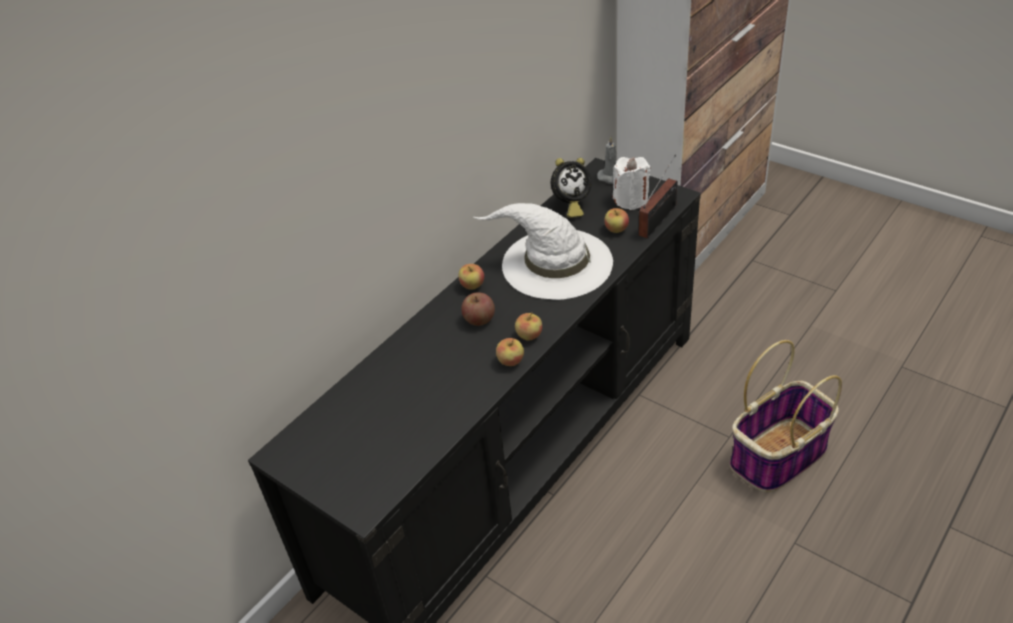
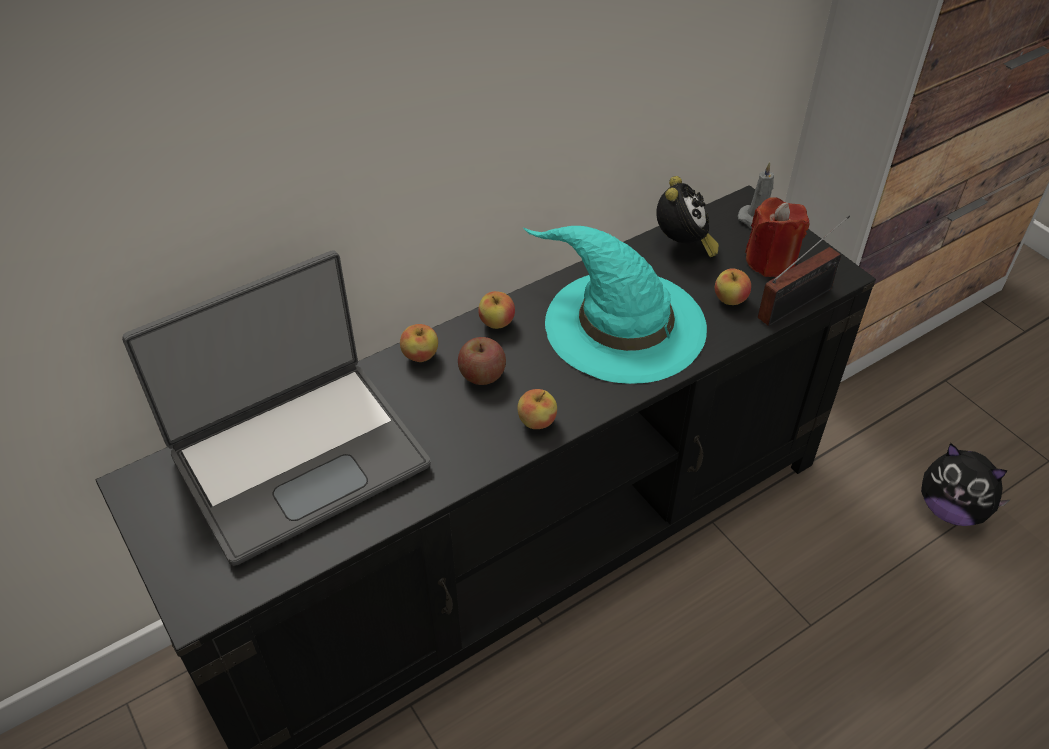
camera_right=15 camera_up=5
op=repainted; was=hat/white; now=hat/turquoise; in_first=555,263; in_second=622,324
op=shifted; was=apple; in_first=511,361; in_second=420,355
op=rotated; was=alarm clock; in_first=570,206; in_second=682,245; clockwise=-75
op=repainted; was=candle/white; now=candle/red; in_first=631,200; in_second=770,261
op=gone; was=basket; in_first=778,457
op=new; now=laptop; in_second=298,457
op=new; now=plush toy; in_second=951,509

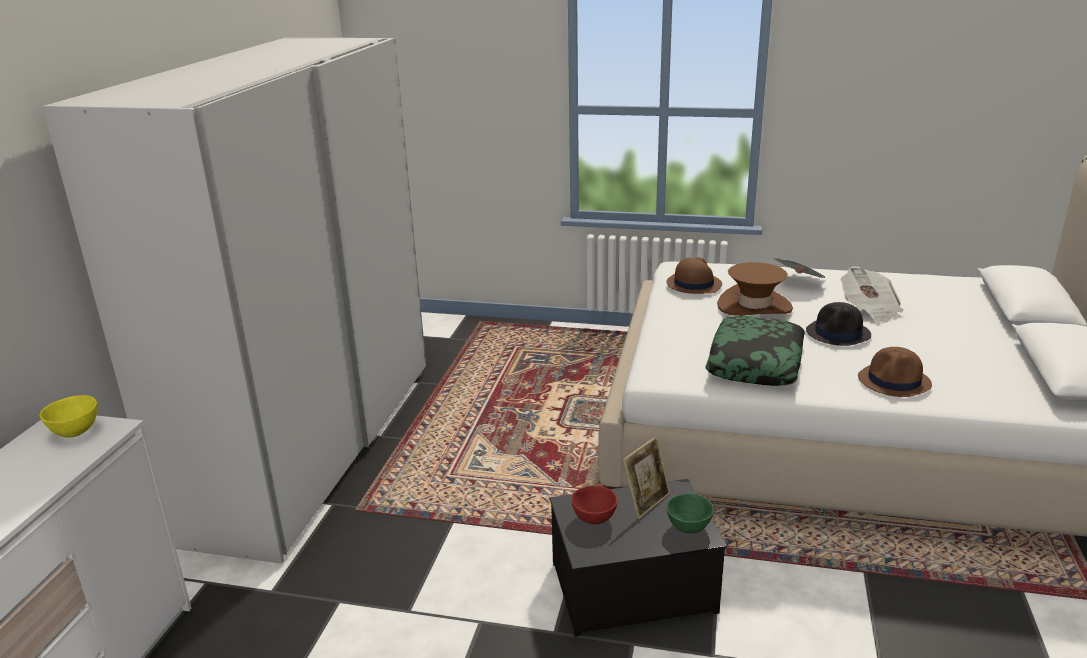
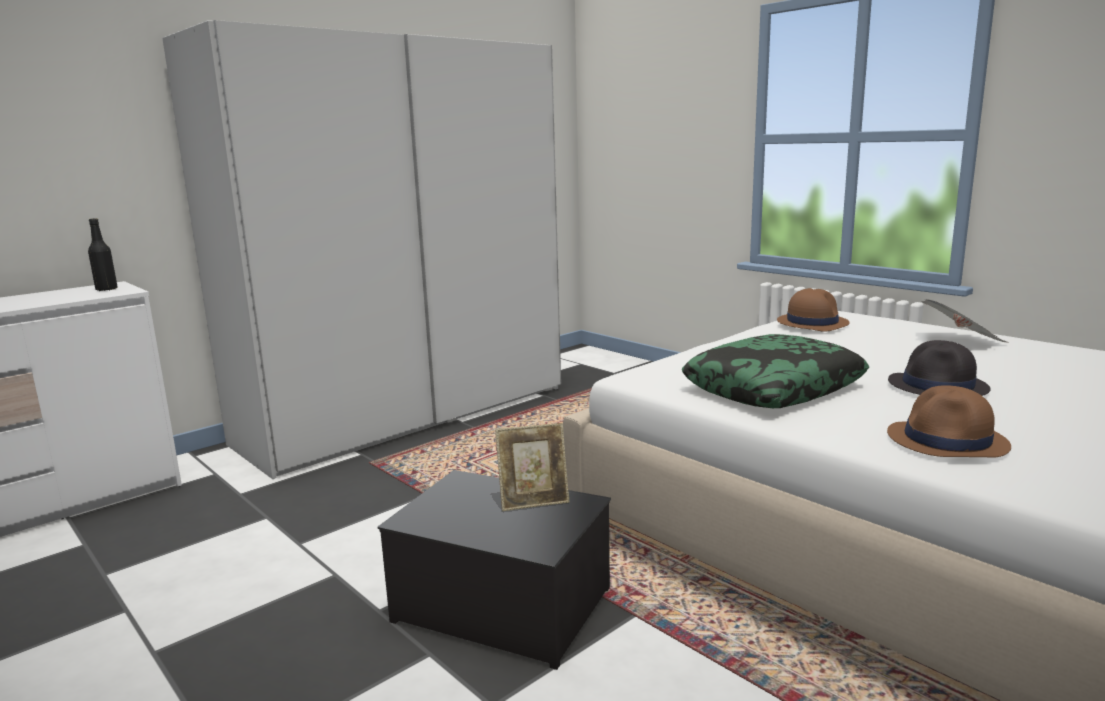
camera_right=35 camera_up=-10
op=swapped; was=bowl/yellow; now=bottle/black; in_first=76,431; in_second=106,289
op=gone; was=bowl/red; in_first=594,519
op=gone; was=bowl/green; in_first=688,527
op=gone; was=hat/brown; in_first=754,306
op=gone; was=newspaper; in_first=869,310

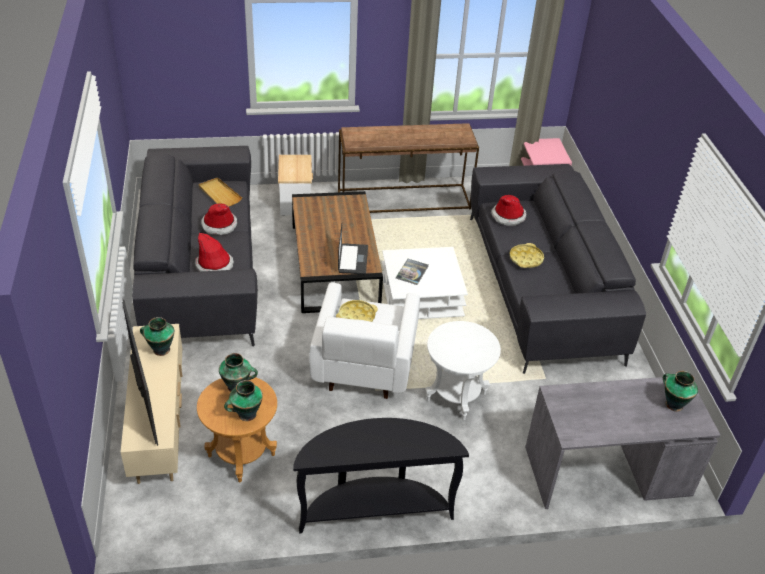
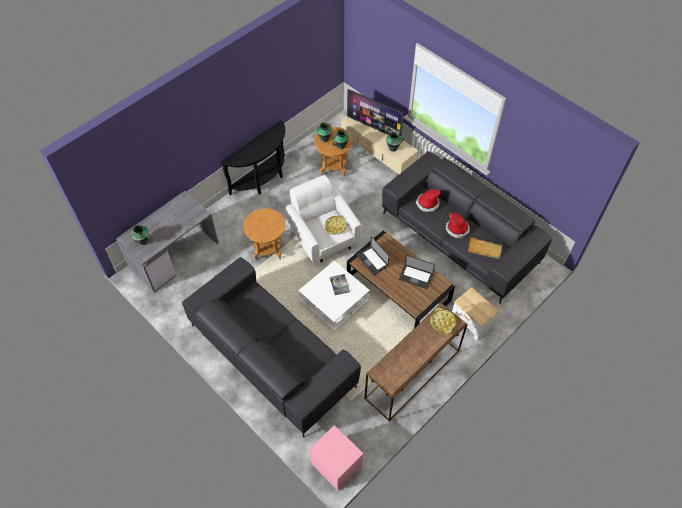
camera_right=145 camera_up=15
op=repainted; was=side table/white; now=side table/brown; in_first=456,396; in_second=268,249
op=gone; was=hat; in_first=508,216
op=shifted; was=tray/yellow; in_first=526,259; in_second=442,322
op=new; now=laptop; in_second=415,277

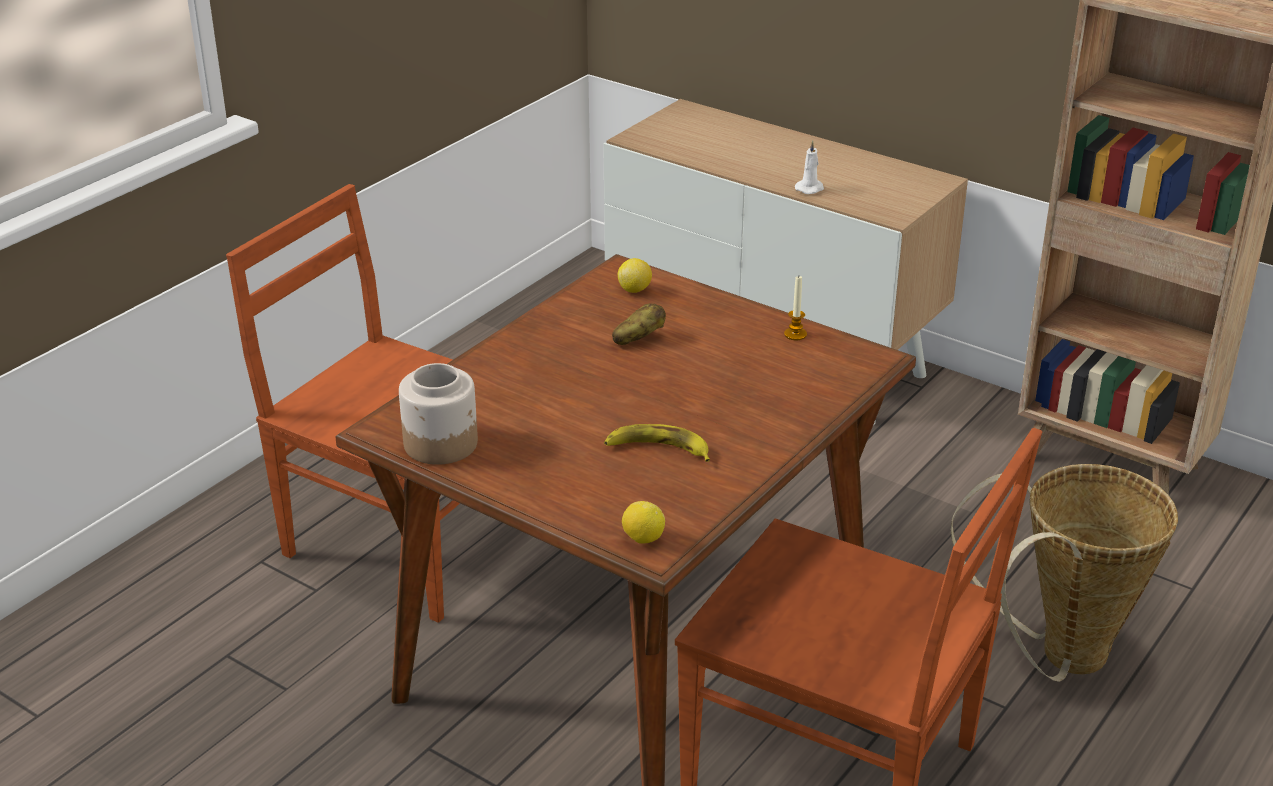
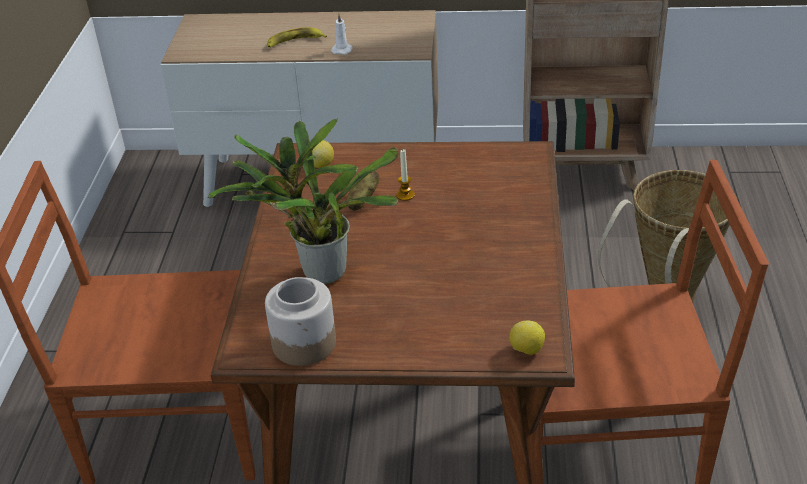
camera_right=-30 camera_up=5
op=shifted; was=banana; in_first=657,449; in_second=294,42
op=shifted; was=candle; in_first=795,334; in_second=405,195
op=new; now=potted plant; in_second=318,271

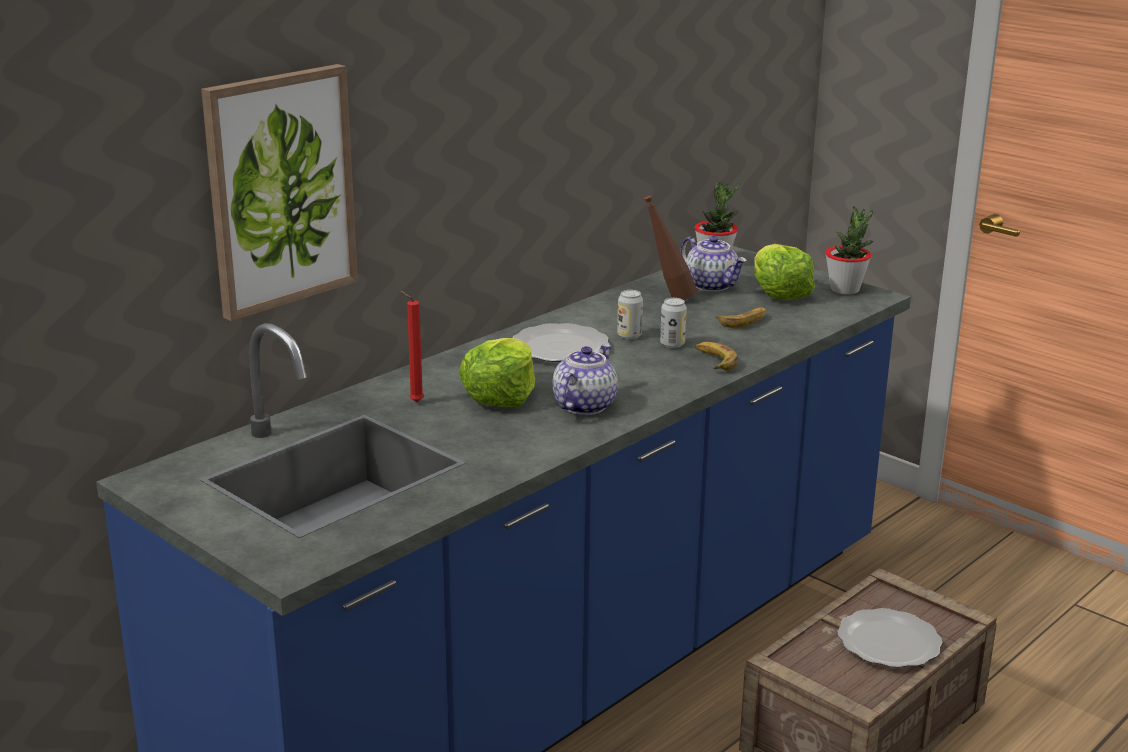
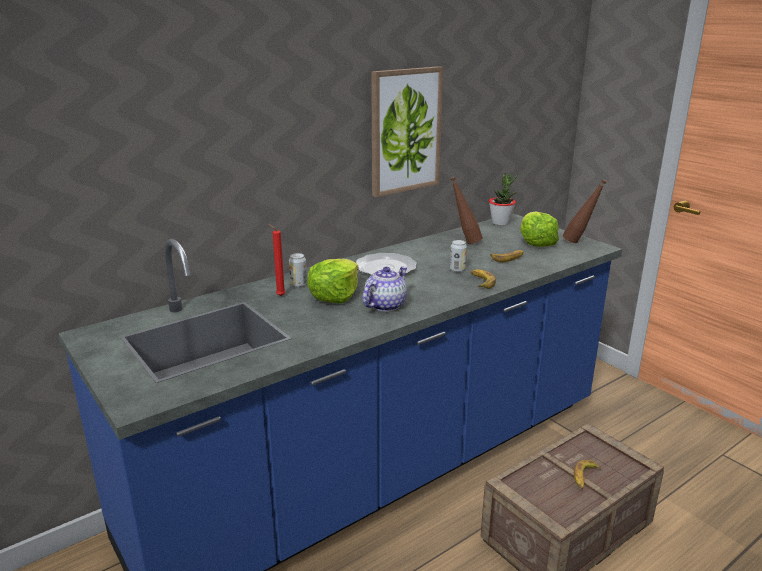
camera_right=10 camera_up=0
op=shifted; was=picture; in_first=280,190; in_second=405,131
op=shifted; was=can; in_first=629,336; in_second=298,284
op=gone; was=teapot; in_first=712,285
op=swapped; was=potted plant; now=bottle/brown; in_first=845,290; in_second=579,242
op=swapped; was=plate; now=banana; in_first=887,642; in_second=584,477

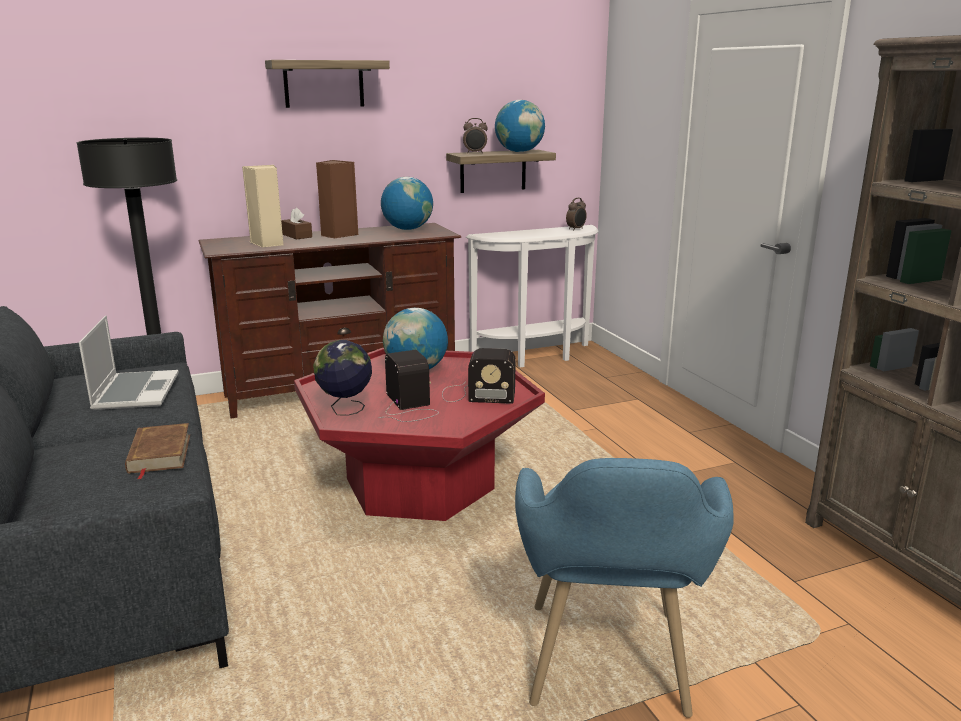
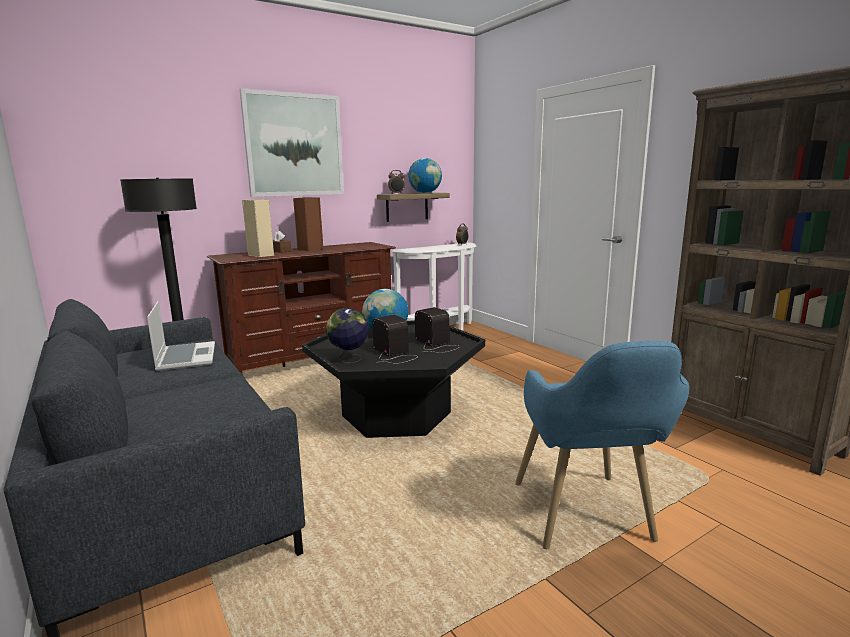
camera_right=-10 camera_up=-5
op=gone; was=book/brown; in_first=159,454
op=swapped; was=shelf; now=picture; in_first=324,84; in_second=294,145
op=repainted; was=coffee table/red; now=coffee table/black; in_first=419,485; in_second=396,415
op=gone; was=globe; in_first=407,229
op=rotated; was=radio; in_first=475,395; in_second=436,344; clockwise=-120

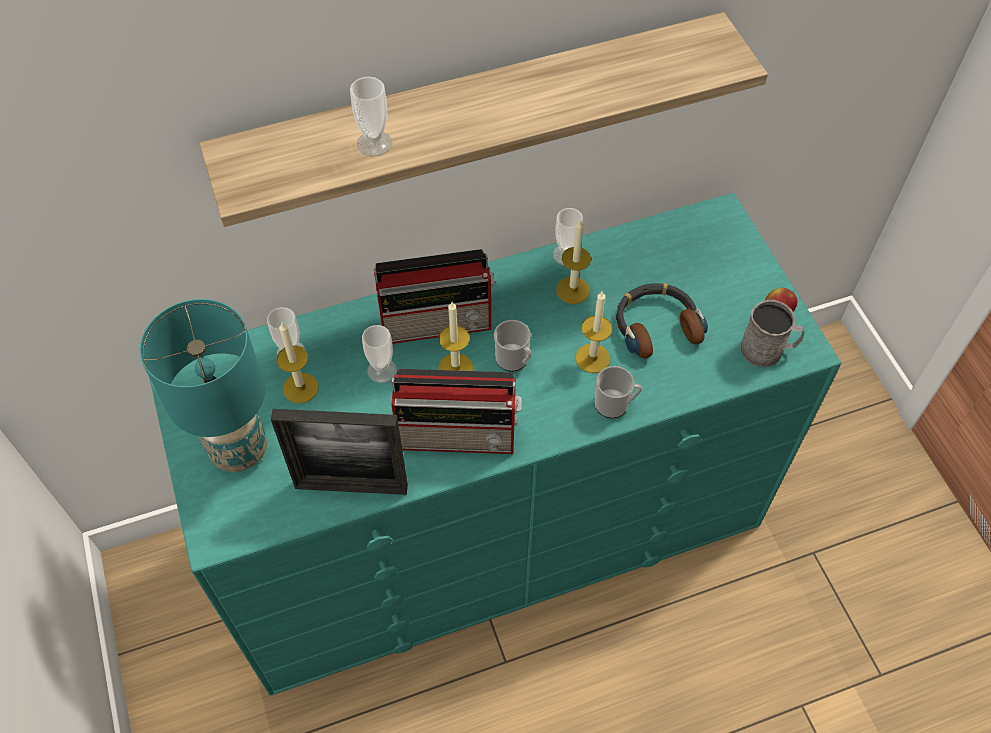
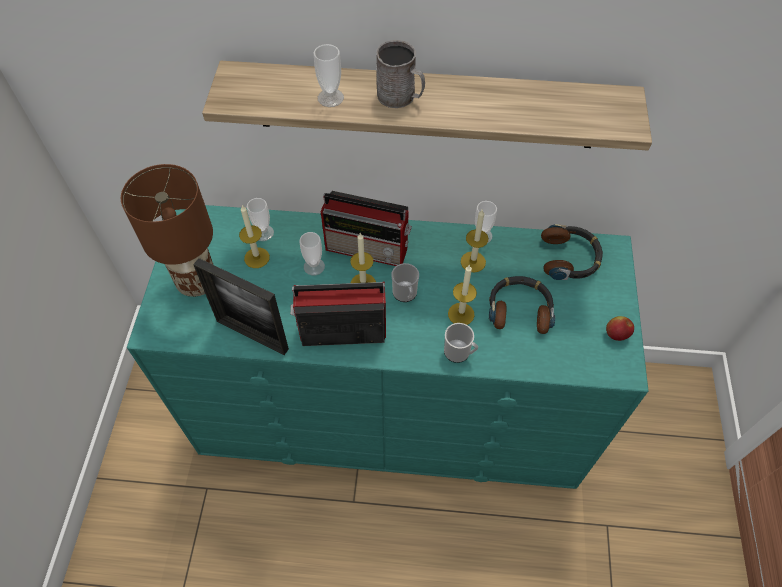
camera_right=25 camera_up=0
op=repainted; was=table lamp/turquoise; now=table lamp/brown; in_first=240,449; in_second=198,282
op=rotated; was=radio; in_first=460,435; in_second=341,330; clockwise=150
op=shifted; was=mug/grey; in_first=767,350; in_second=401,97
op=new; now=headphones; in_second=570,258

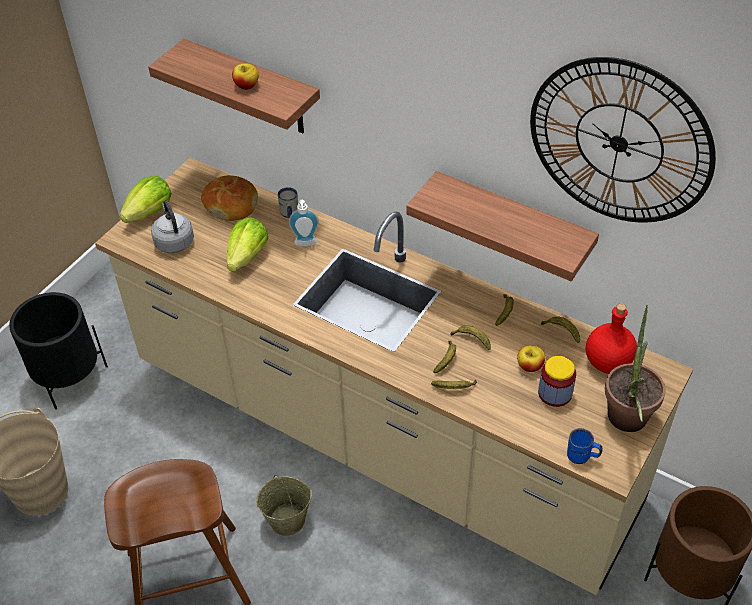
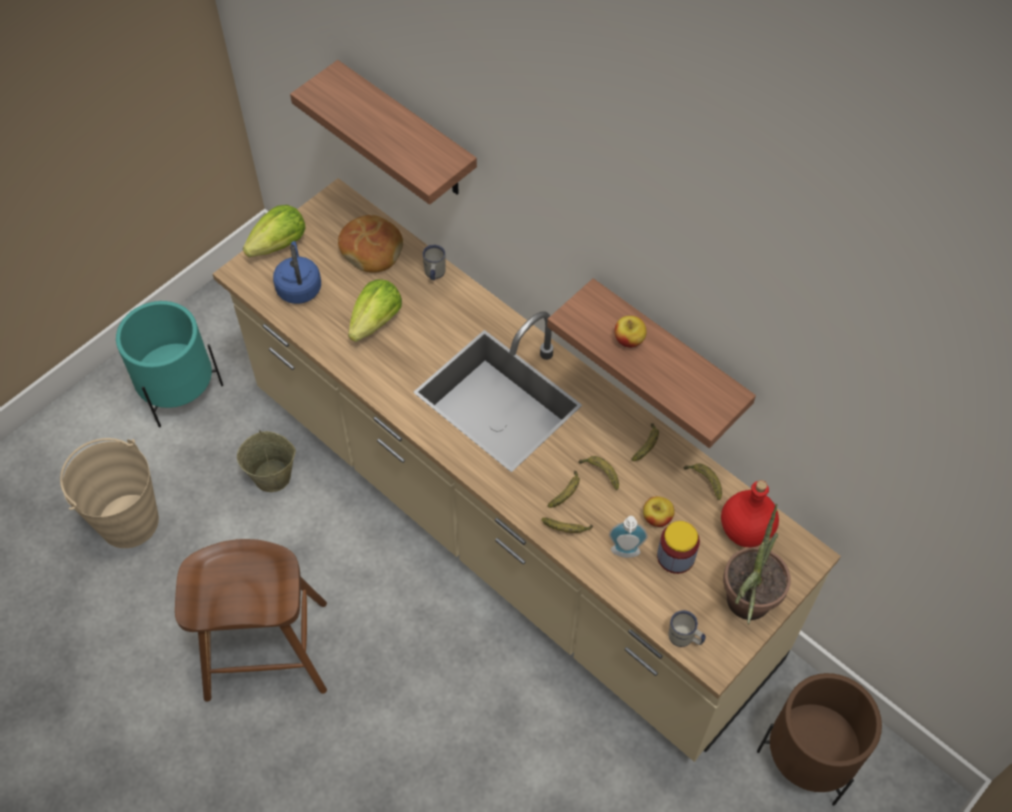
camera_right=10 camera_up=10
op=repainted; was=planter/black; now=planter/turquoise; in_first=69,378; in_second=179,392
op=repainted; was=kettle/grey; now=kettle/blue; in_first=174,241; in_second=299,287
op=shifted; was=apple; in_first=246,85; in_second=629,340
op=shifted; was=bucket/beige; in_first=288,520; in_second=273,476
op=shifted; was=soap dispenser; in_first=305,244; in_second=625,554
op=gone; was=wall clock; in_first=619,143
op=repainted; was=mug/blue; now=mug/white; in_first=582,457; in_second=684,638

